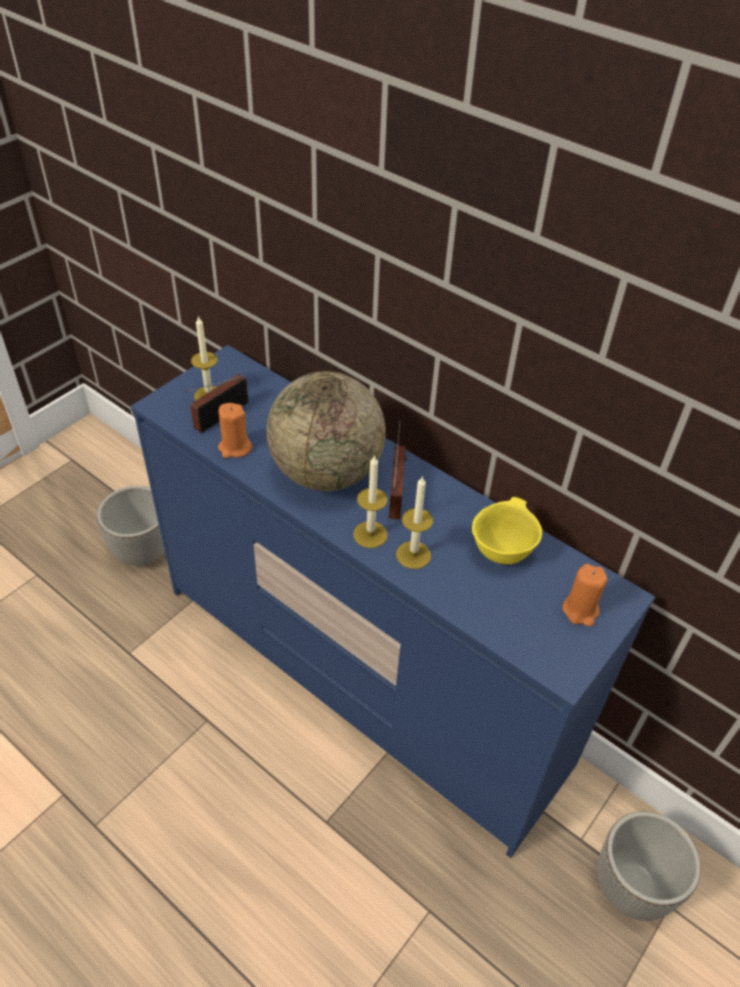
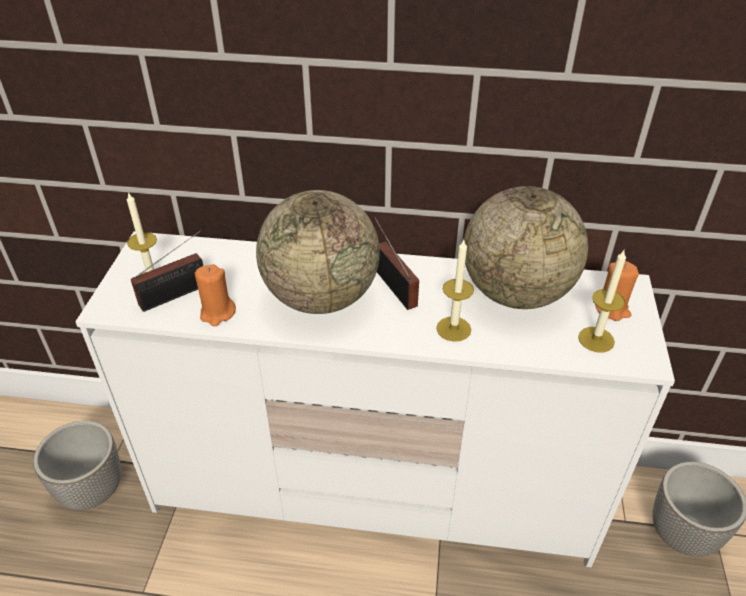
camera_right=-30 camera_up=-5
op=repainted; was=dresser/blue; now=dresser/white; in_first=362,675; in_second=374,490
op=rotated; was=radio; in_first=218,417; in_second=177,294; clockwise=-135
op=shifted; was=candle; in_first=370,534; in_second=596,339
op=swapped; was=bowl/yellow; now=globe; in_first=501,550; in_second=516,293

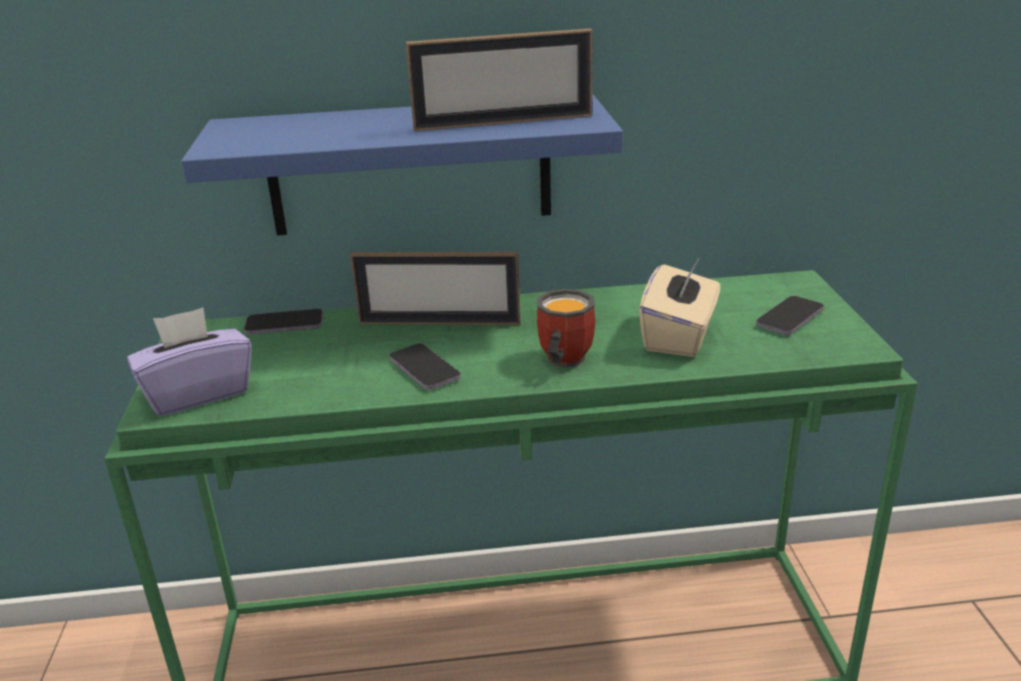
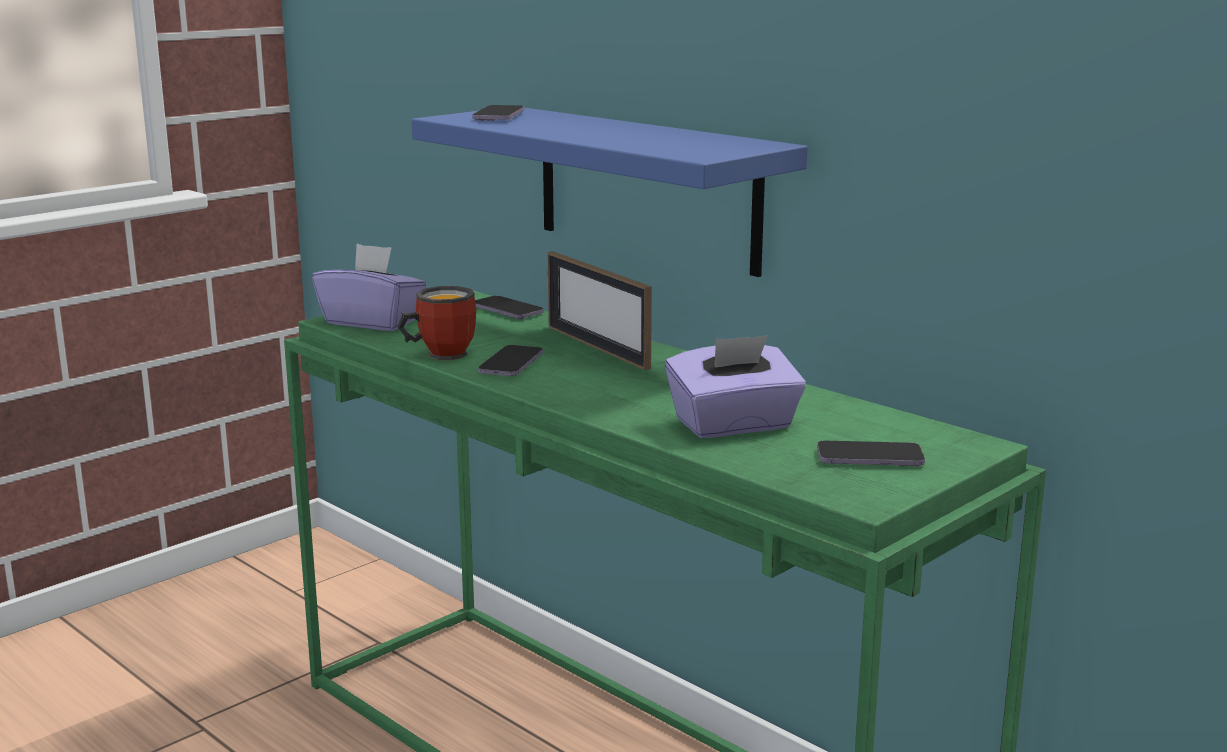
camera_right=50 camera_up=-10
op=gone; was=picture frame; in_first=503,122
op=shifted; was=mug; in_first=561,361; in_second=439,354
op=repainted; was=tissue box/beige; now=tissue box/purple; in_first=679,336; in_second=734,425
op=new; now=phone; in_second=499,116

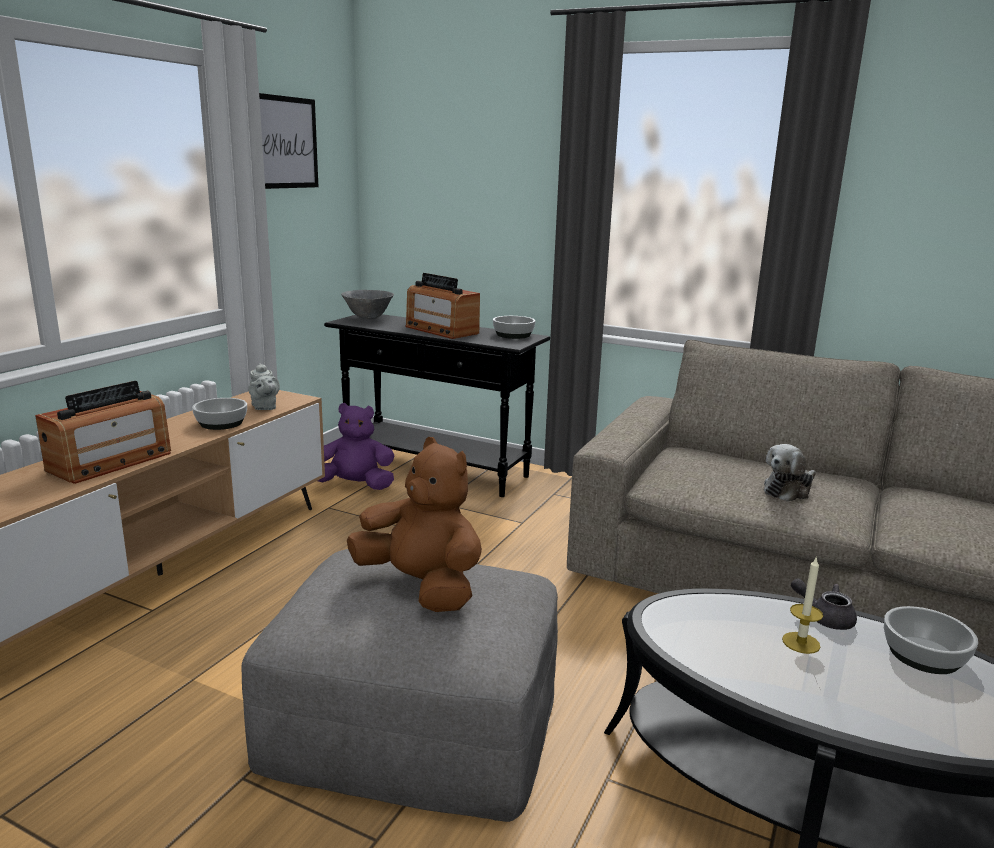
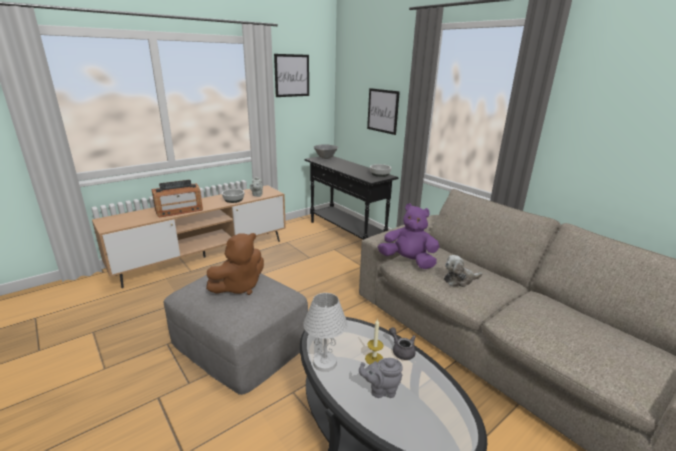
camera_right=25 camera_up=5
op=shifted; was=plush toy/purple; in_first=355,485; in_second=408,261
op=rotated; was=plush toy/brown; in_first=421,587; in_second=239,287; clockwise=75
op=gone; was=radio; in_first=441,330
op=gone; was=bowl; in_first=925,655
op=new; now=table lamp/white; in_second=324,362
op=new; now=teapot/grey; in_second=381,390
op=new; now=picture; in_second=382,111

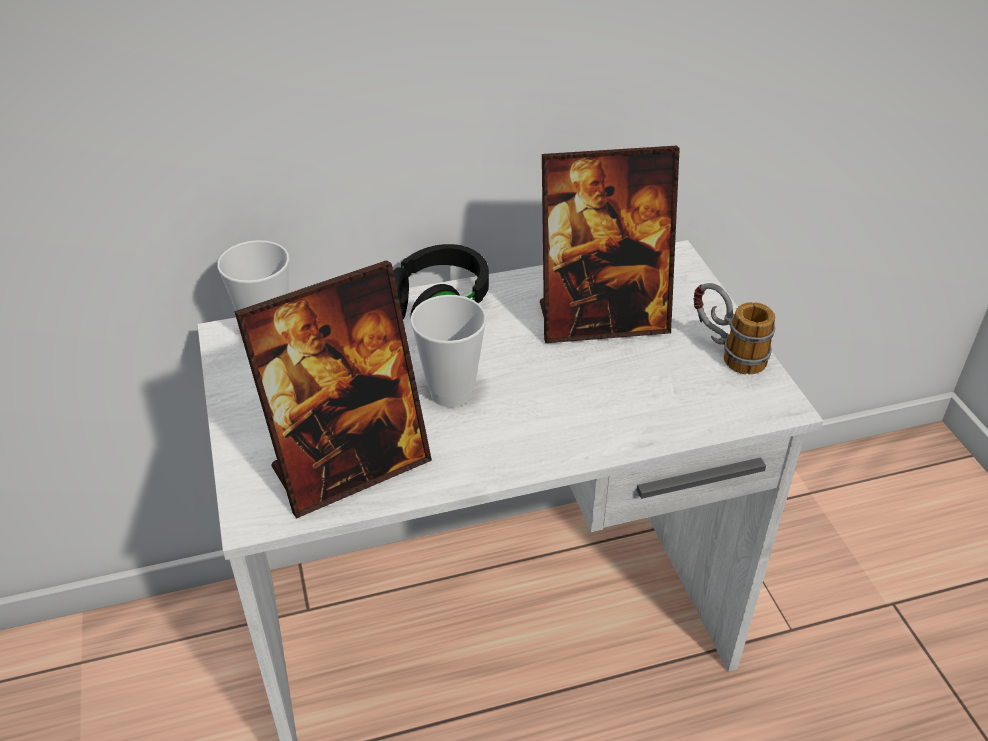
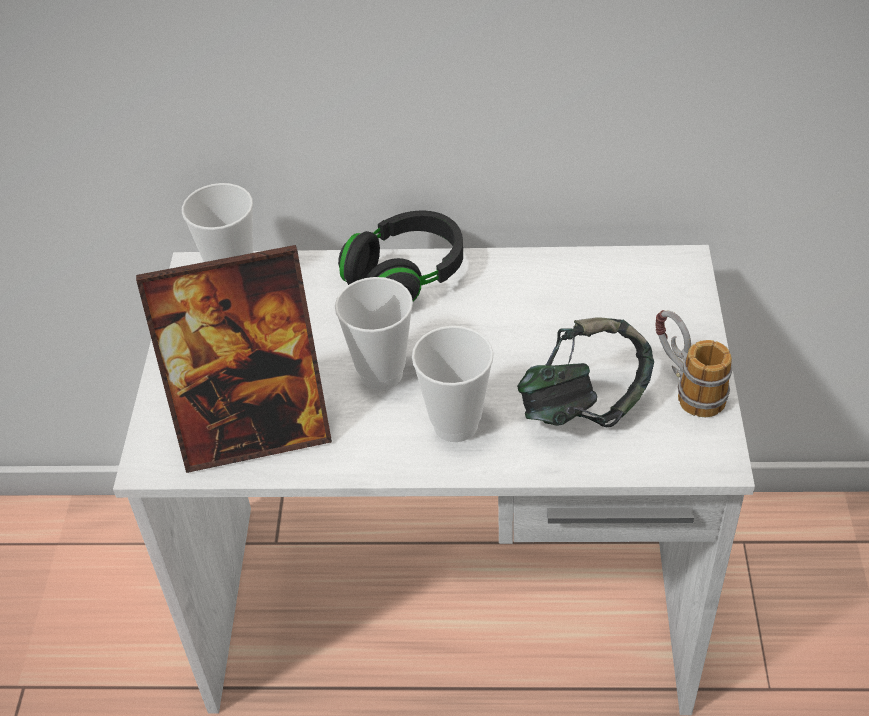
camera_right=20 camera_up=5
op=gone; was=picture frame; in_first=602,320
op=new; now=cup; in_second=455,425
op=new; now=headphones; in_second=583,407

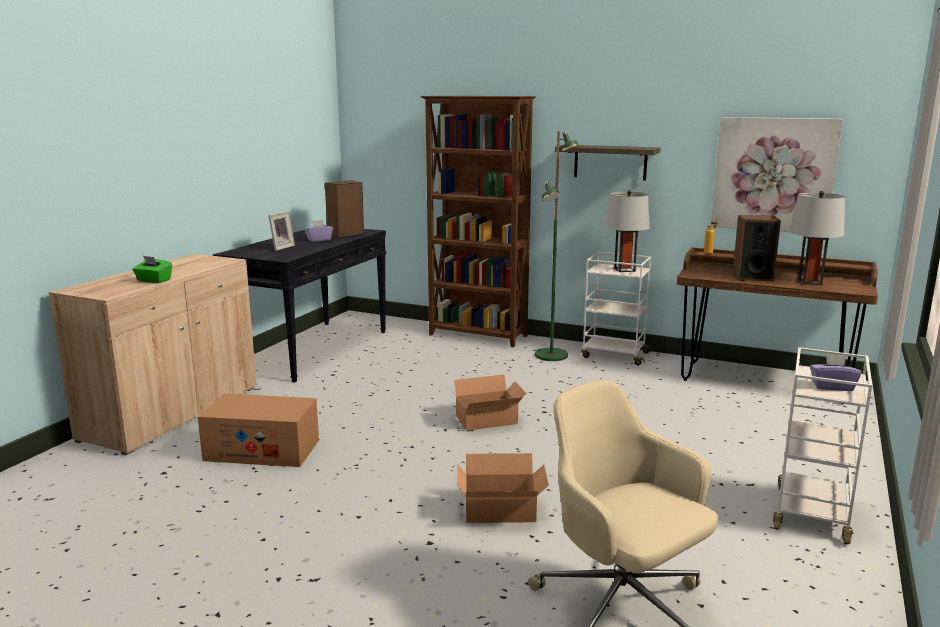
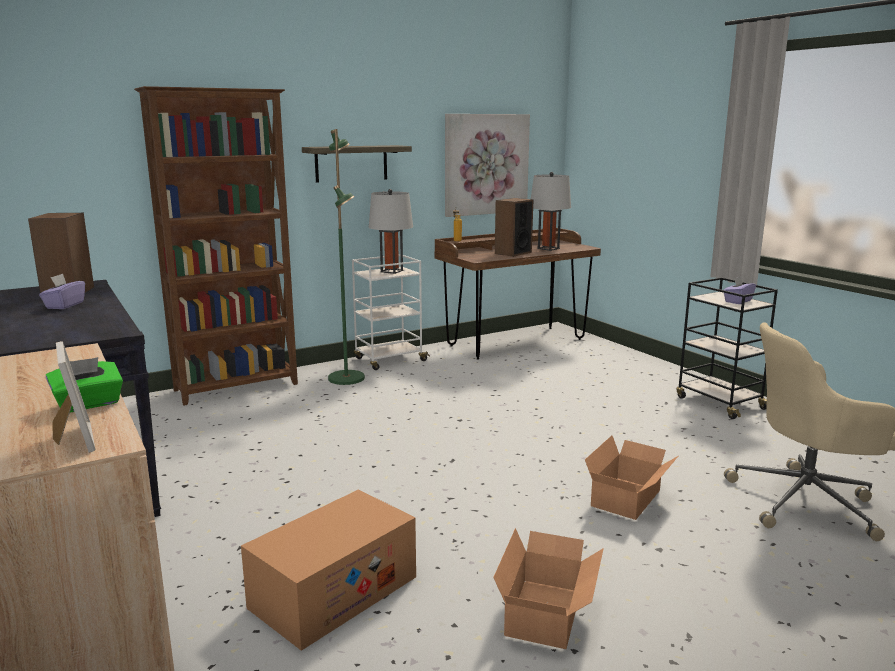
camera_right=-55 camera_up=0
op=shifted; was=picture frame; in_first=280,247; in_second=73,440
op=shifted; was=cardboard box; in_first=488,420; in_second=548,612
op=repainted; was=cart/white; now=cart/black; in_first=811,513; in_second=719,403

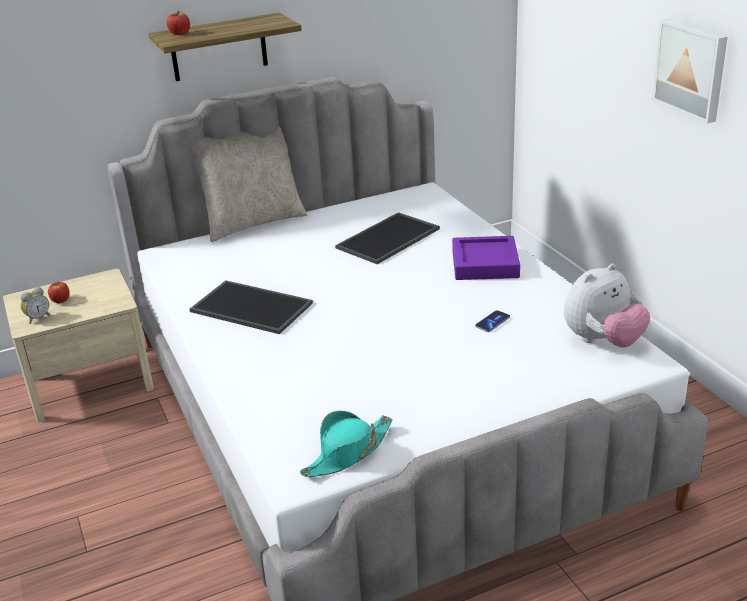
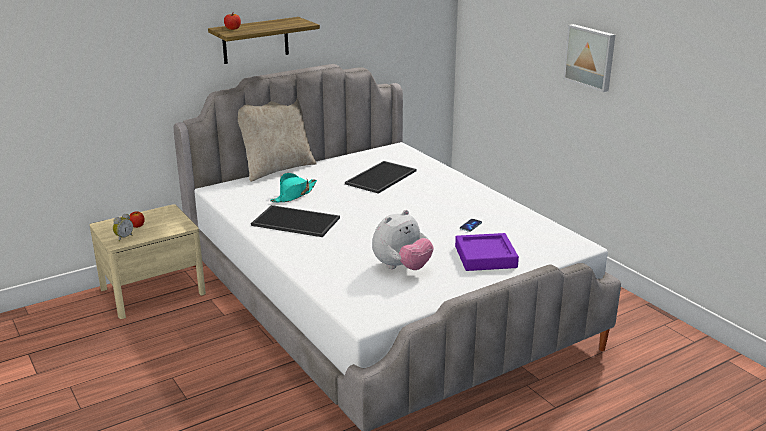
camera_right=-10 camera_up=-5
op=shifted; was=hat/turquoise; in_first=347,453; in_second=294,195
op=shifted; was=tray/purple; in_first=485,264; in_second=485,257
op=shifted; was=plush toy; in_first=603,341; in_second=401,267

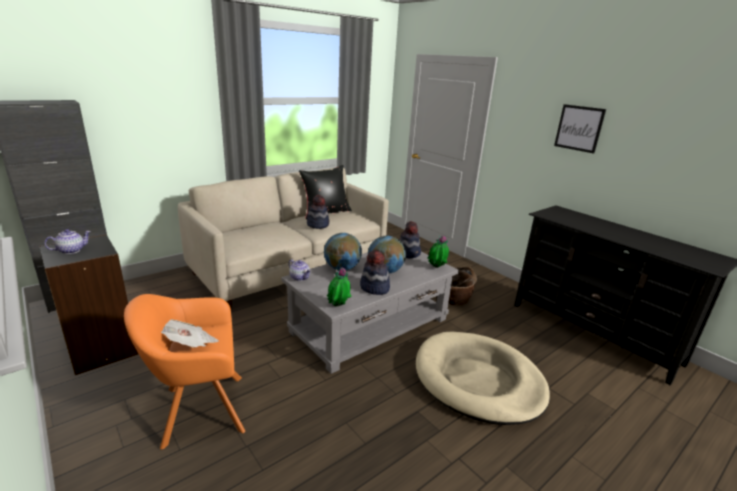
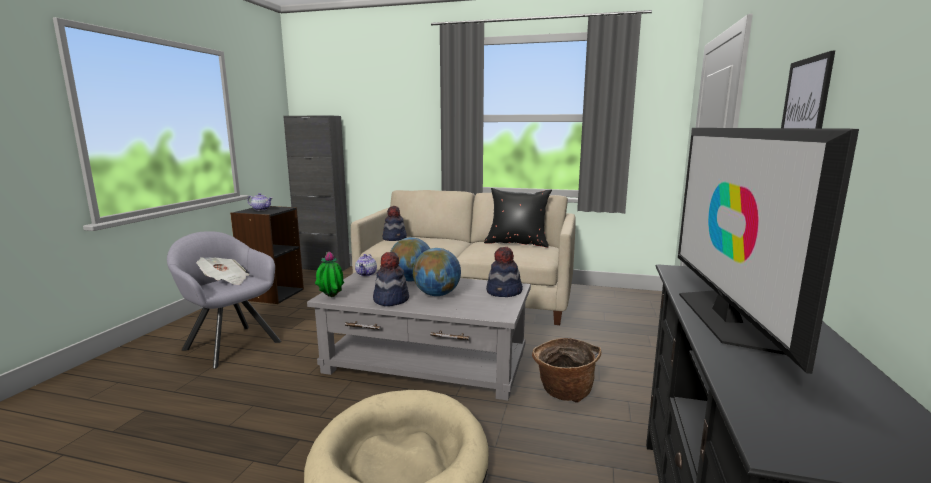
camera_right=55 camera_up=-10
op=repainted; was=armchair/orange; now=armchair/grey; in_first=198,410; in_second=230,344
op=shifted; was=hat; in_first=318,224; in_second=395,238
op=gone; was=potted plant; in_first=436,268
op=new; now=television; in_second=726,317

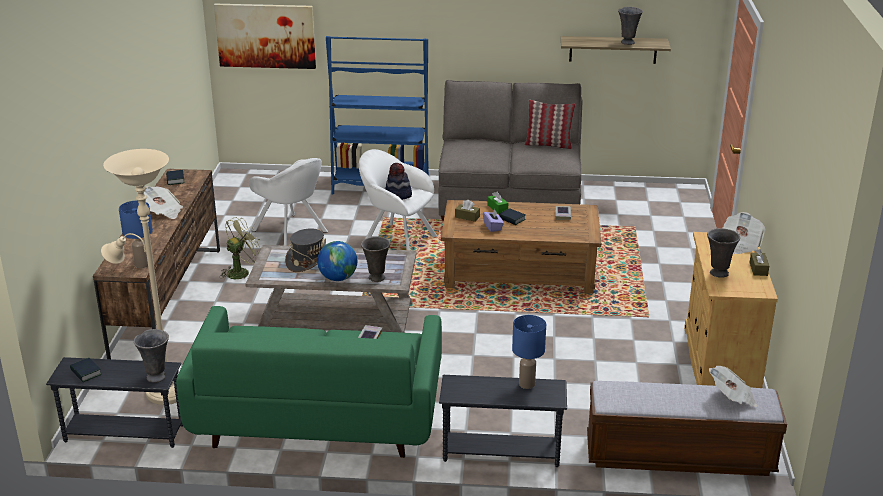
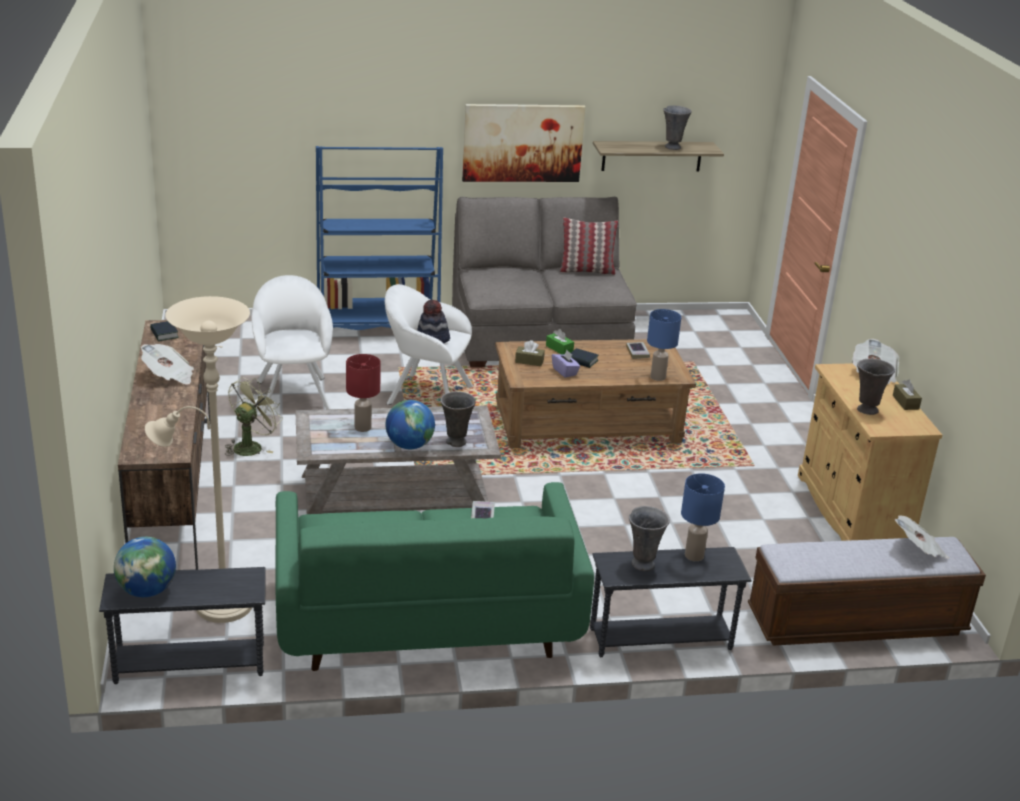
camera_right=-15 camera_up=0
op=swapped; was=book; now=globe; in_first=86,373; in_second=147,591
op=shifted; was=table lamp/blue; in_first=142,264; in_second=657,377
op=shifted; was=vase/grey; in_first=156,376; in_second=643,564
op=shifted; was=picture; in_first=265,35; in_second=522,143
op=rotated; was=armchair/white; in_first=292,232; in_second=293,393; clockwise=-135
op=swapped; was=hat/grey; now=table lamp/red; in_first=308,261; in_second=362,427

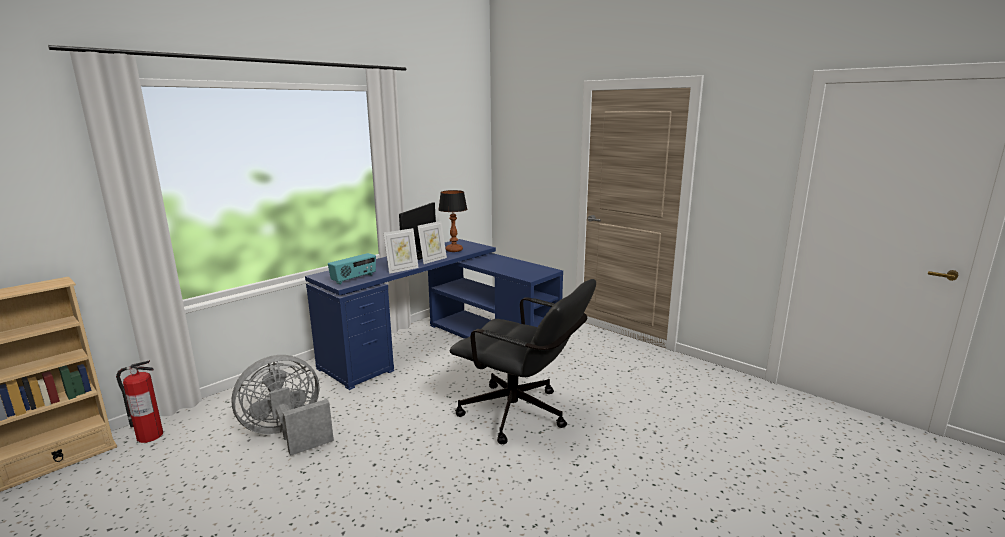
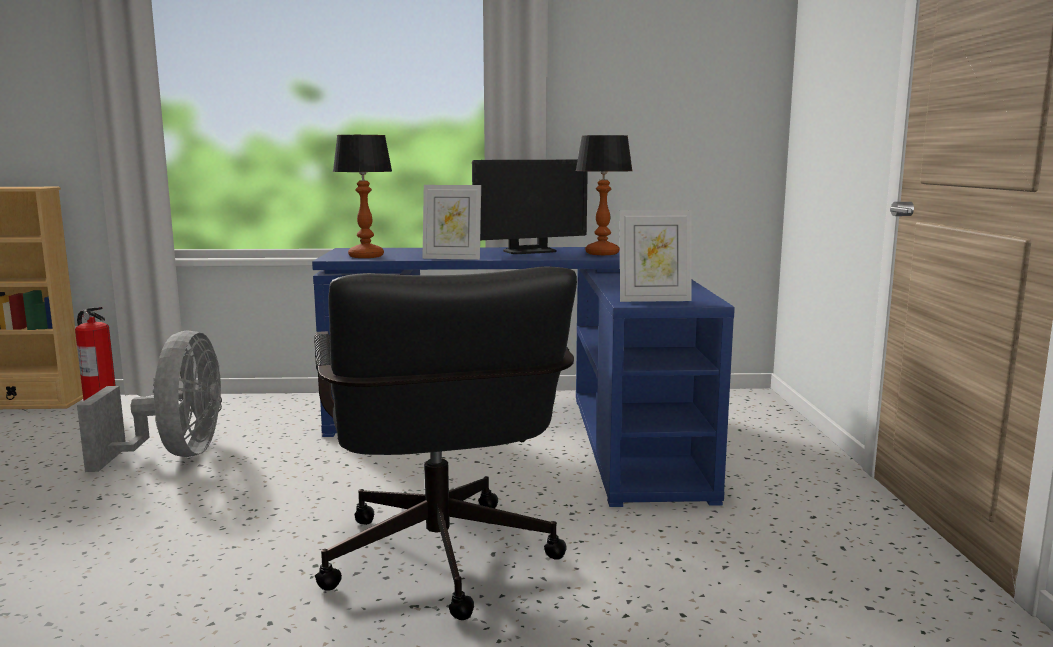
camera_right=45 camera_up=-5
op=rotated; was=fan/grey; in_first=287,434; in_second=176,454; clockwise=75
op=swapped; was=radio; now=table lamp; in_first=354,279; in_second=366,256
op=shifted; was=picture frame; in_first=433,260; in_second=654,300

